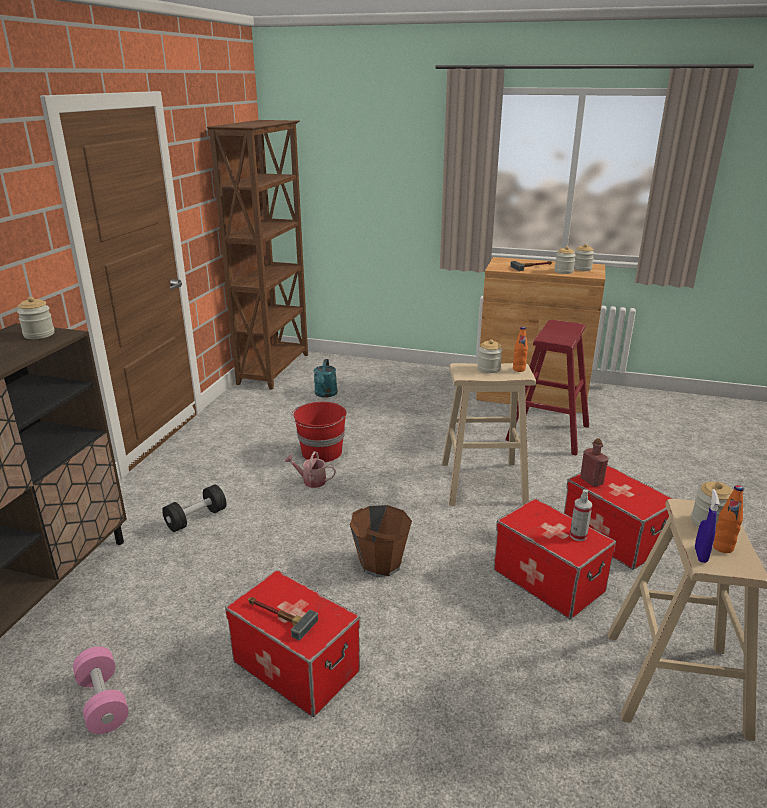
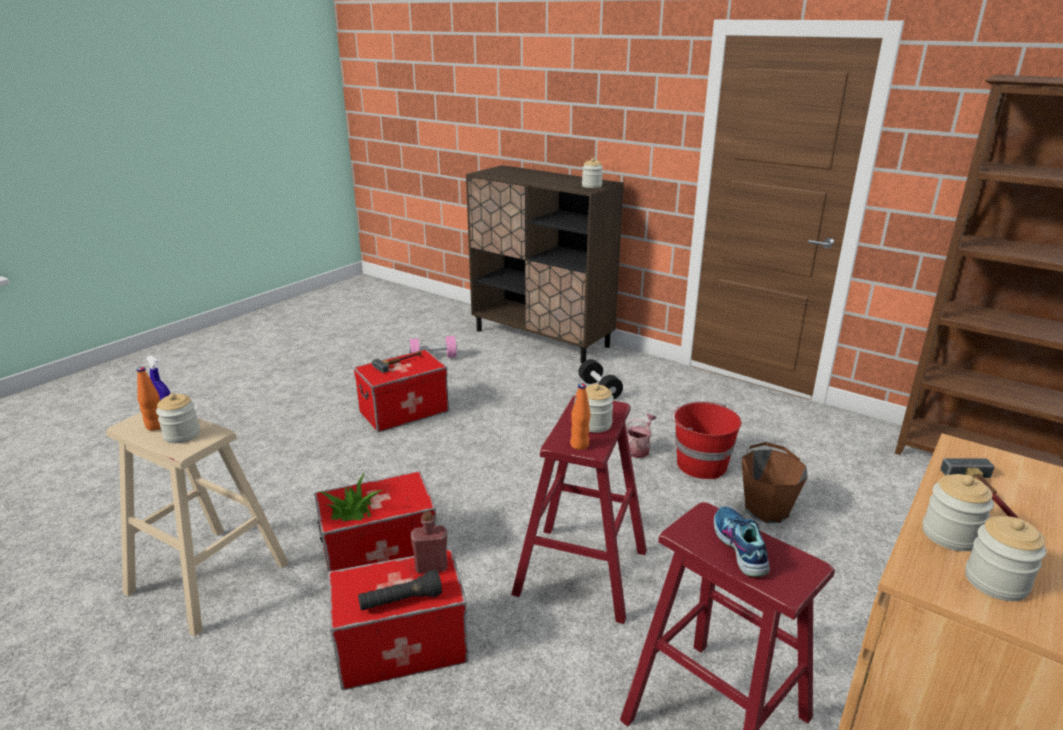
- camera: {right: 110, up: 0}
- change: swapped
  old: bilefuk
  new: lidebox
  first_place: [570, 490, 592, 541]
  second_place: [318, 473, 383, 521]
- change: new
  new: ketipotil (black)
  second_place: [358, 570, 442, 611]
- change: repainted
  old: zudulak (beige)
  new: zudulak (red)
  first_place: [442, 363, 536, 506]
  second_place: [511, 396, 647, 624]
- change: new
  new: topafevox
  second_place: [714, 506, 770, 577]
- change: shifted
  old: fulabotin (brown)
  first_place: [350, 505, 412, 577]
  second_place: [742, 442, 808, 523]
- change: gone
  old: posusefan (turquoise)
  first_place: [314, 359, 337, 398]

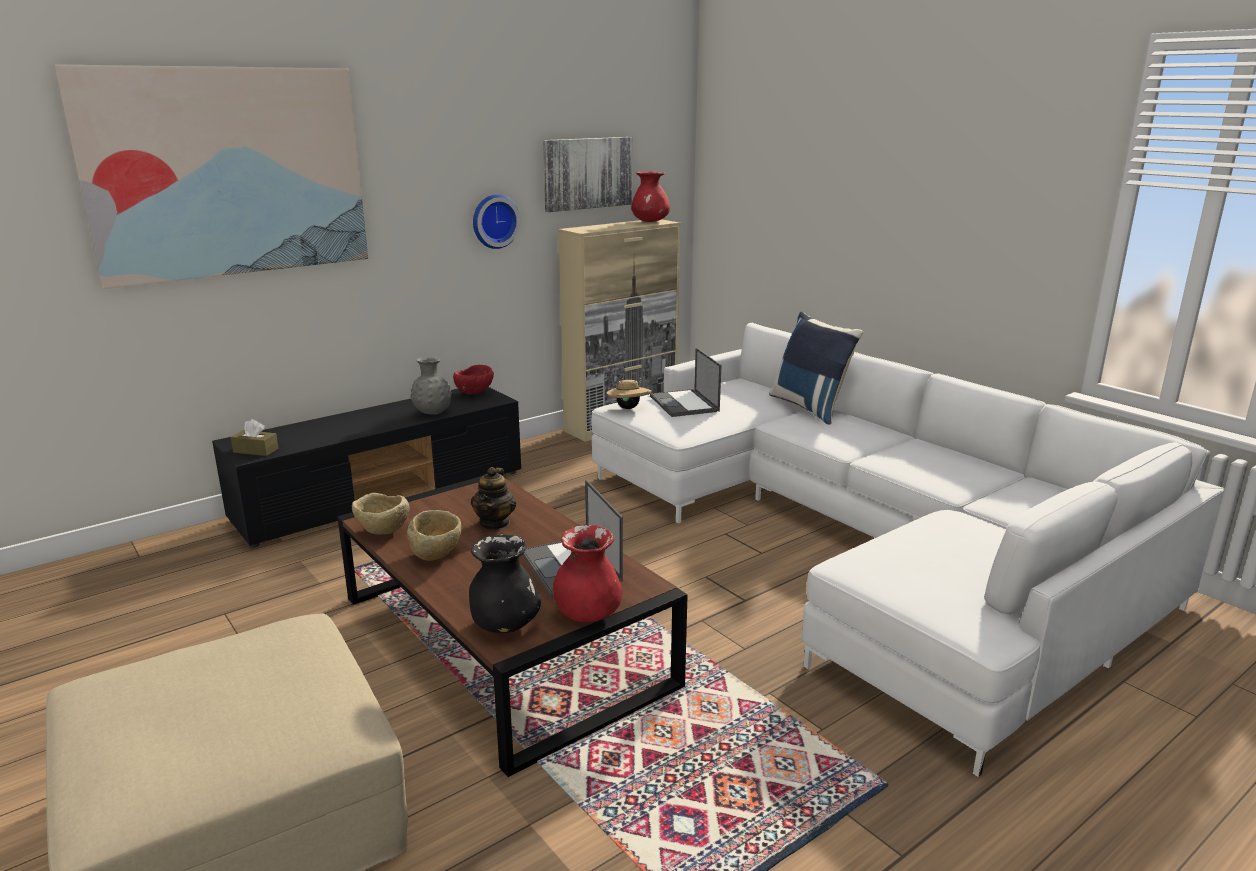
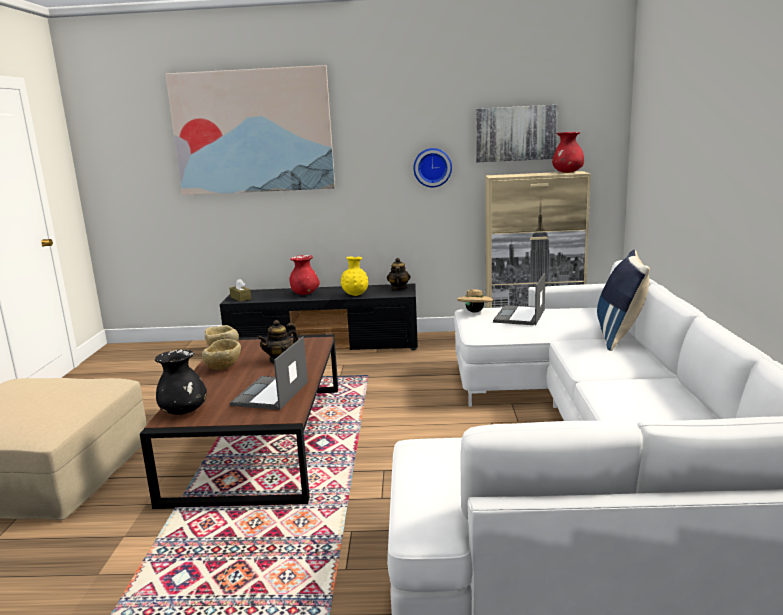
- camera: {right: 40, up: -5}
- change: shifted
  old: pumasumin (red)
  first_place: [552, 525, 622, 622]
  second_place: [290, 255, 320, 295]
- change: repainted
  old: pumasumin (grey)
  new: pumasumin (yellow)
  first_place: [410, 357, 452, 415]
  second_place: [341, 256, 368, 296]
- change: swapped
  old: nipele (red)
  new: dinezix
  first_place: [453, 365, 494, 395]
  second_place: [387, 258, 411, 290]

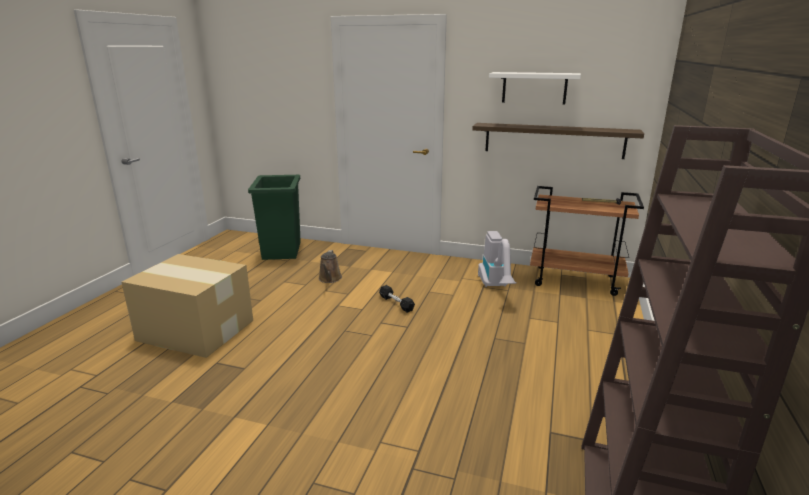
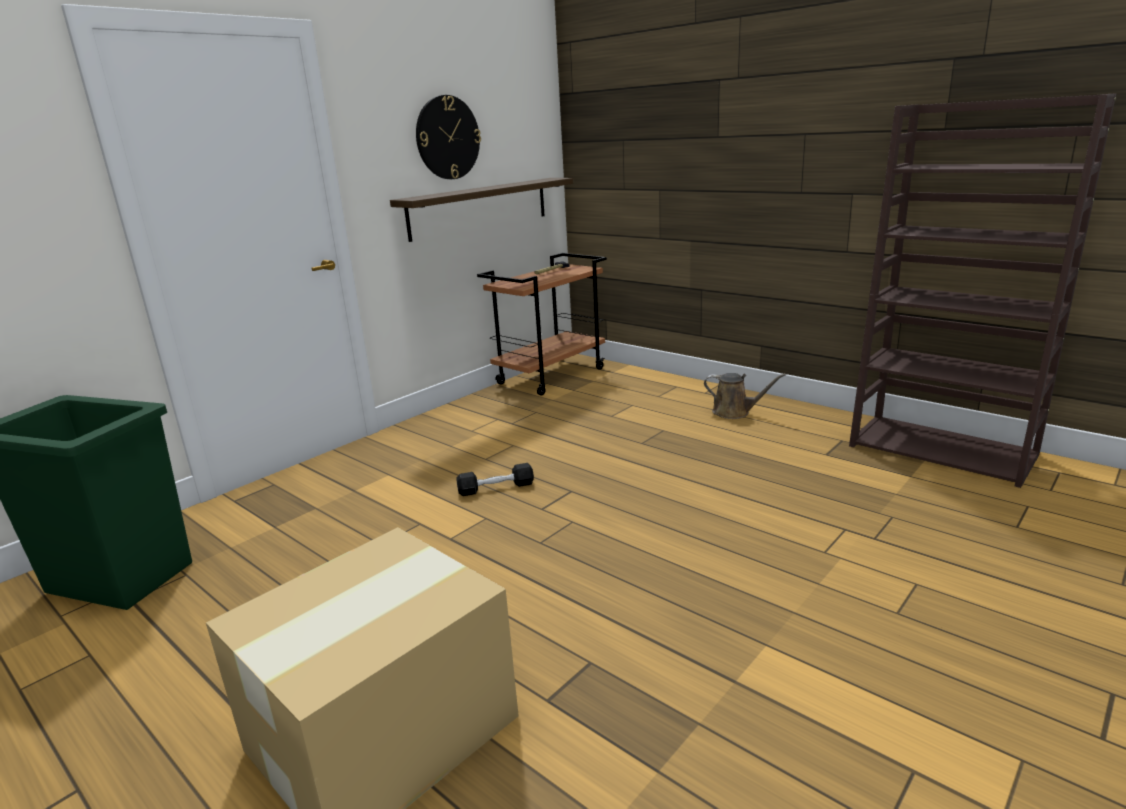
- camera: {right: -65, up: 0}
- change: swapped
  old: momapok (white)
  new: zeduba
  first_place: [489, 72, 581, 104]
  second_place: [416, 95, 481, 179]
- change: shifted
  old: posusefan (brown)
  first_place: [318, 250, 342, 283]
  second_place: [704, 373, 786, 419]
- change: gone
  old: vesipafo
  first_place: [478, 231, 517, 287]

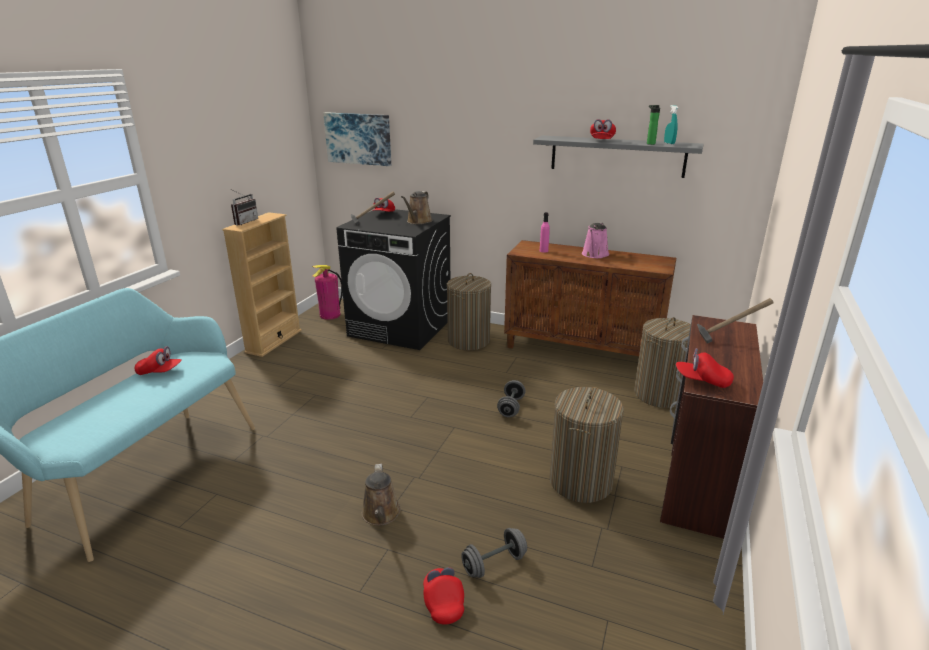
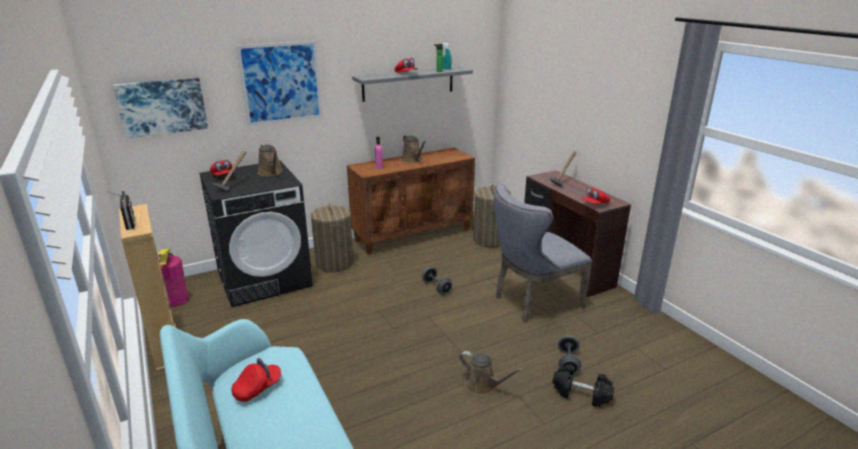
- camera: {right: -50, up: 0}
- change: new
  new: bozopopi
  second_place: [236, 41, 322, 126]
- change: repainted
  old: posusefan (pink)
  new: posusefan (brown)
  first_place: [582, 222, 609, 258]
  second_place: [402, 135, 426, 163]
- change: swapped
  old: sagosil
  new: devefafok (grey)
  first_place: [549, 387, 624, 503]
  second_place: [494, 182, 593, 322]
- change: swapped
  old: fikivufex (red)
  new: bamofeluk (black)
  first_place: [423, 567, 464, 625]
  second_place: [552, 365, 614, 407]

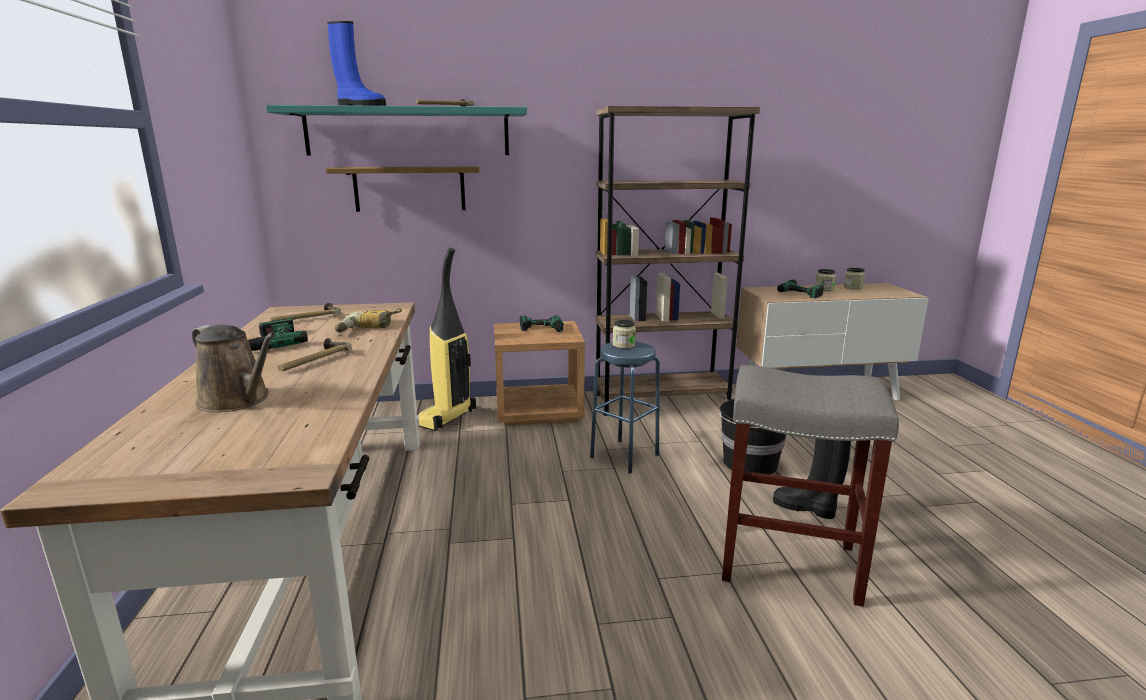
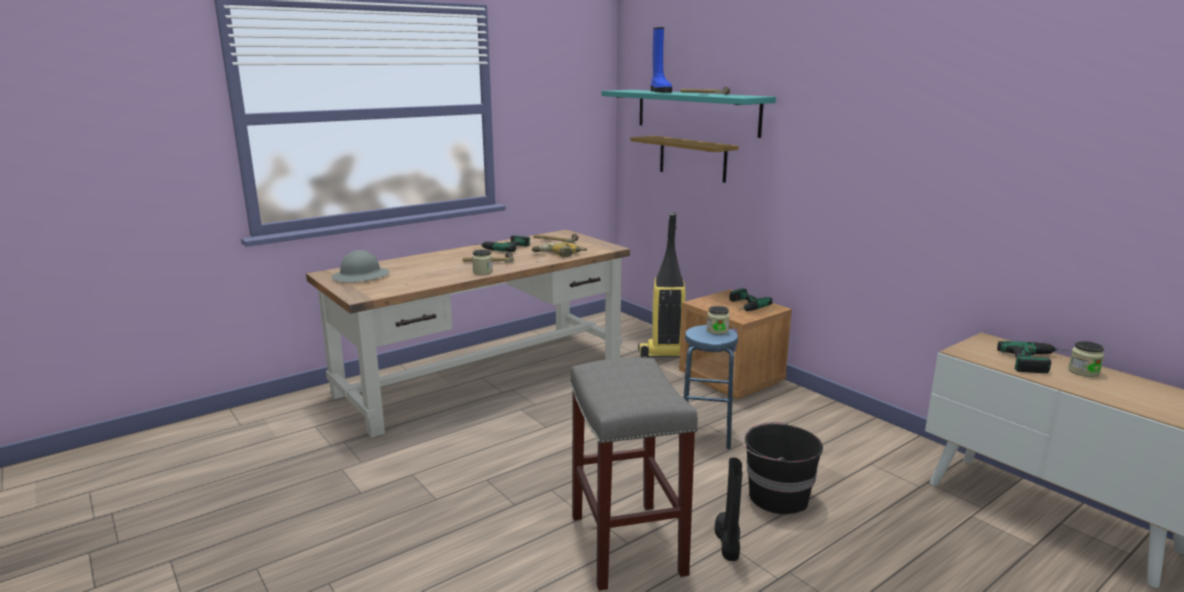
- camera: {right: 60, up: 0}
- change: new
  new: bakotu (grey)
  second_place: [332, 250, 389, 282]
- change: shifted
  old: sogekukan
  first_place: [844, 267, 865, 289]
  second_place: [472, 249, 493, 275]
- change: gone
  old: posusefan (brown)
  first_place: [192, 325, 276, 412]
- change: gone
  old: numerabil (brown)
  first_place: [595, 106, 760, 416]

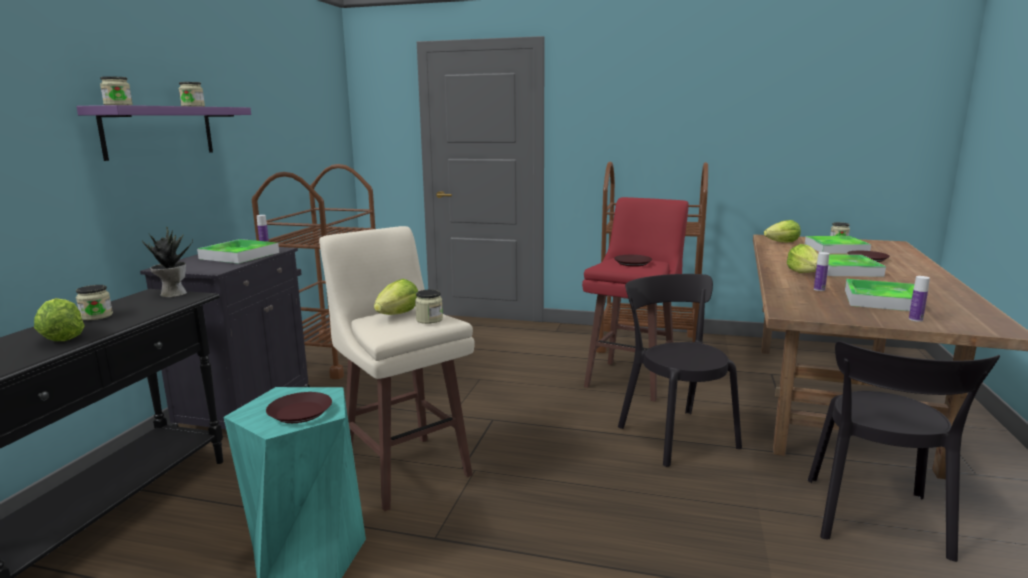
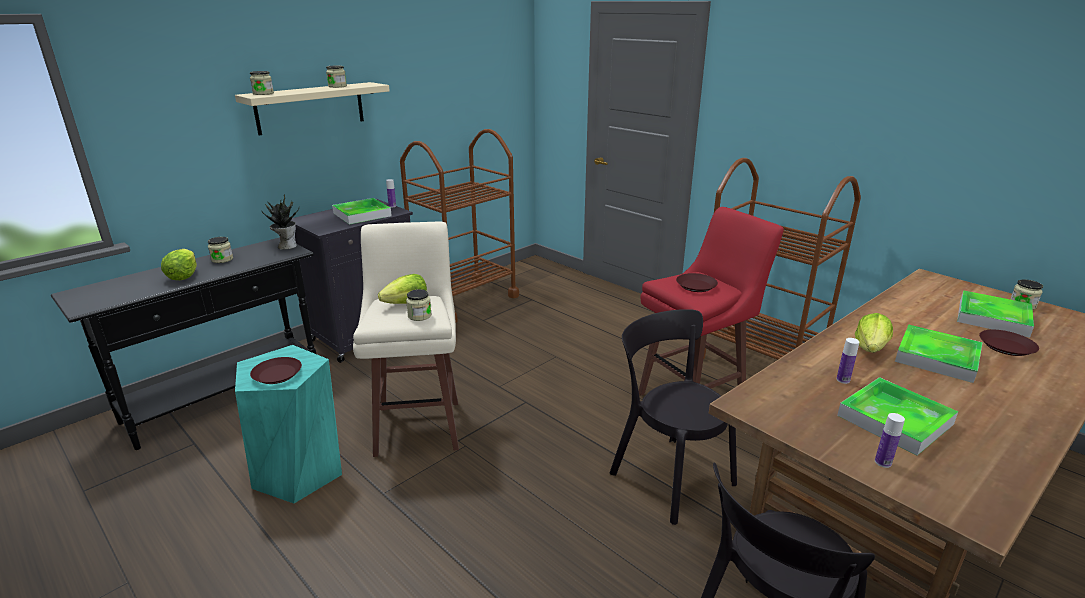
- camera: {right: 30, up: 10}
- change: repainted
  old: momapok (purple)
  new: momapok (beige)
  first_place: [76, 105, 251, 161]
  second_place: [235, 82, 390, 136]
- change: rotated
  old: devefafok (black)
  first_place: [618, 274, 742, 467]
  second_place: [610, 309, 737, 525]
  degrees: -45
- change: gone
  old: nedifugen
  first_place: [764, 220, 801, 243]

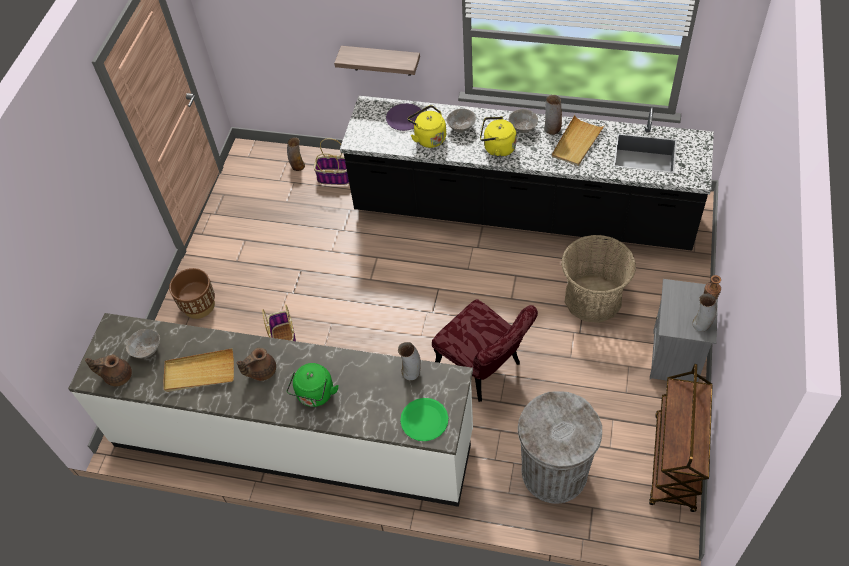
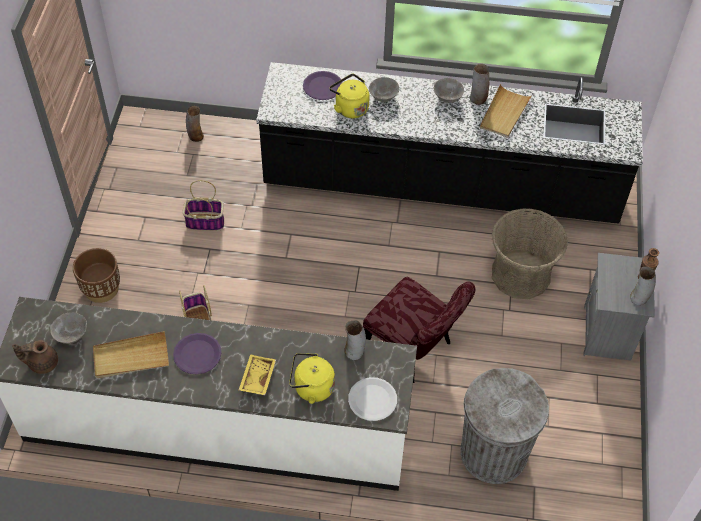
- camera: {right: -10, up: 0}
- change: swapped
  old: dinezix (brown)
  new: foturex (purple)
  first_place: [236, 348, 276, 381]
  second_place: [173, 333, 221, 375]
- change: shifted
  old: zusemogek
  first_place: [314, 138, 349, 185]
  second_place: [183, 180, 224, 231]
- change: swapped
  old: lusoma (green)
  new: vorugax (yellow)
  first_place: [287, 363, 339, 407]
  second_place: [239, 354, 276, 395]
- change: shifted
  old: lusoma (yellow)
  first_place: [480, 117, 517, 157]
  second_place: [289, 353, 335, 404]
- change: repainted
  old: foturex (green)
  new: foturex (white)
  first_place: [400, 398, 448, 441]
  second_place: [348, 377, 397, 421]
- change: gone
  old: momapok
  first_place: [334, 46, 420, 76]
- change: gone
  old: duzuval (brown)
  first_place: [649, 364, 713, 512]

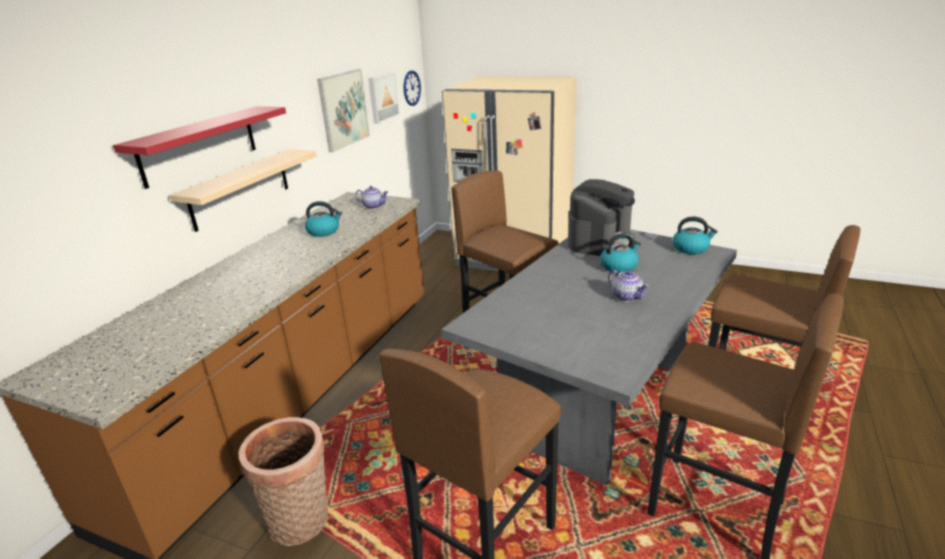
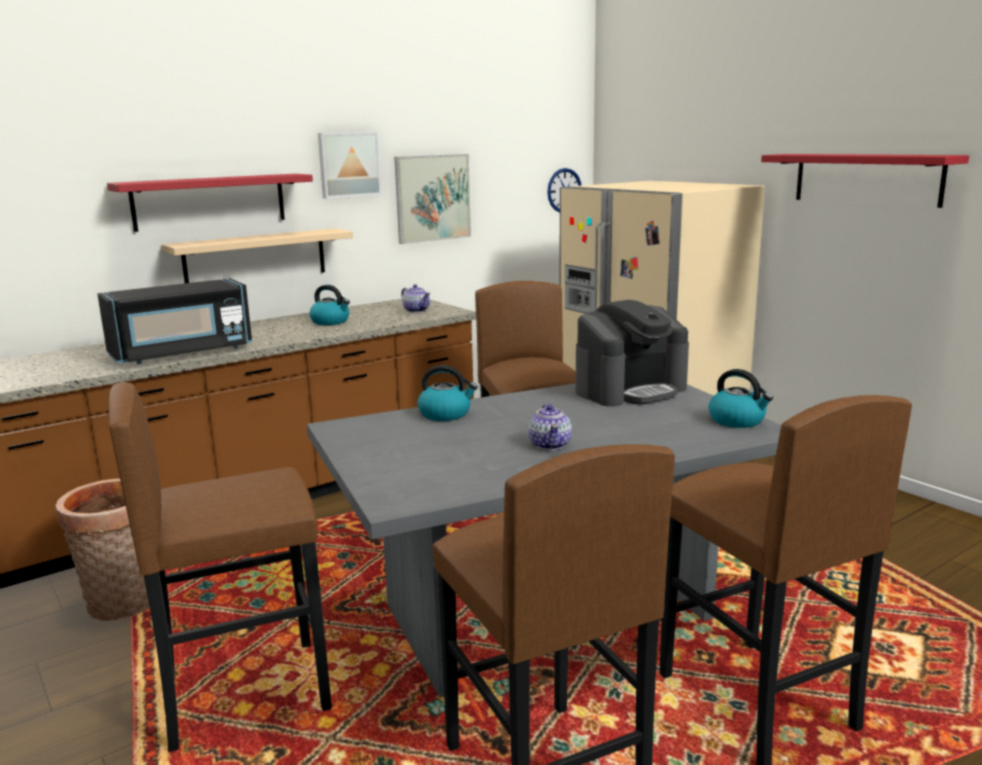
- camera: {right: 30, up: -10}
- change: new
  new: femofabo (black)
  second_place: [97, 278, 252, 364]
- change: shifted
  old: bozopopi
  first_place: [368, 72, 400, 124]
  second_place: [318, 132, 382, 199]
- change: shifted
  old: lusoma
  first_place: [600, 233, 641, 273]
  second_place: [417, 365, 478, 421]
- change: new
  new: momapok (red)
  second_place: [761, 154, 969, 208]

